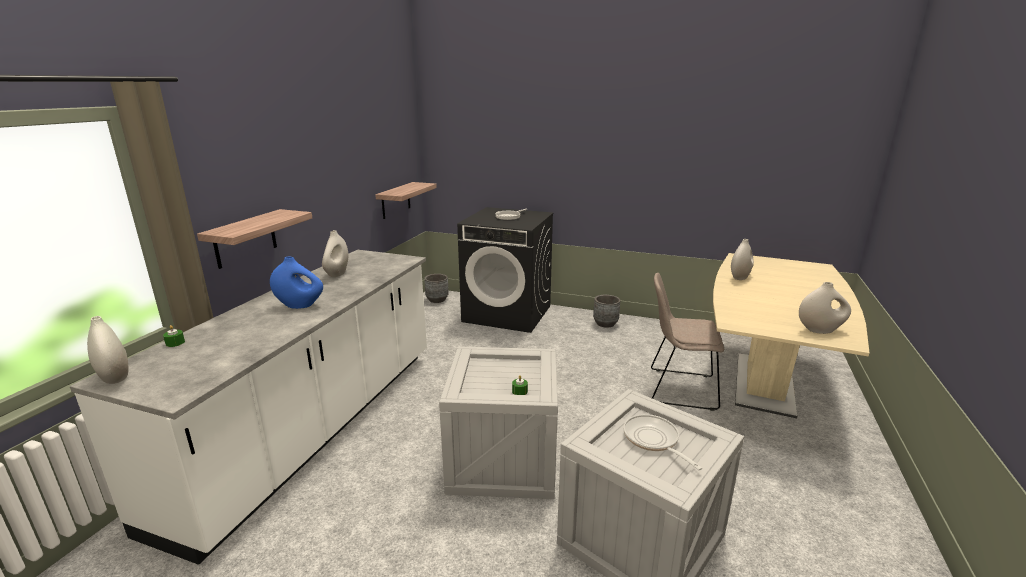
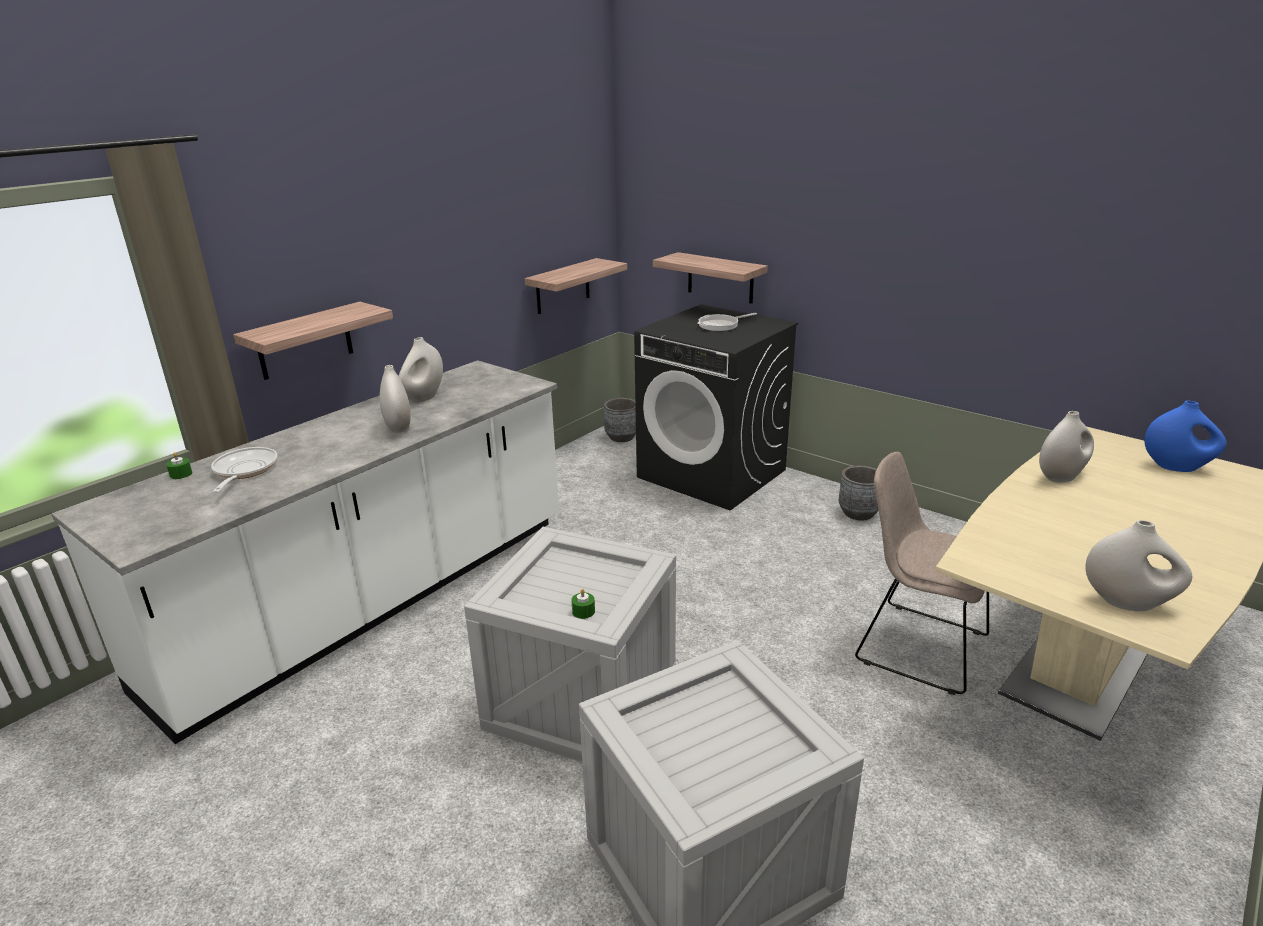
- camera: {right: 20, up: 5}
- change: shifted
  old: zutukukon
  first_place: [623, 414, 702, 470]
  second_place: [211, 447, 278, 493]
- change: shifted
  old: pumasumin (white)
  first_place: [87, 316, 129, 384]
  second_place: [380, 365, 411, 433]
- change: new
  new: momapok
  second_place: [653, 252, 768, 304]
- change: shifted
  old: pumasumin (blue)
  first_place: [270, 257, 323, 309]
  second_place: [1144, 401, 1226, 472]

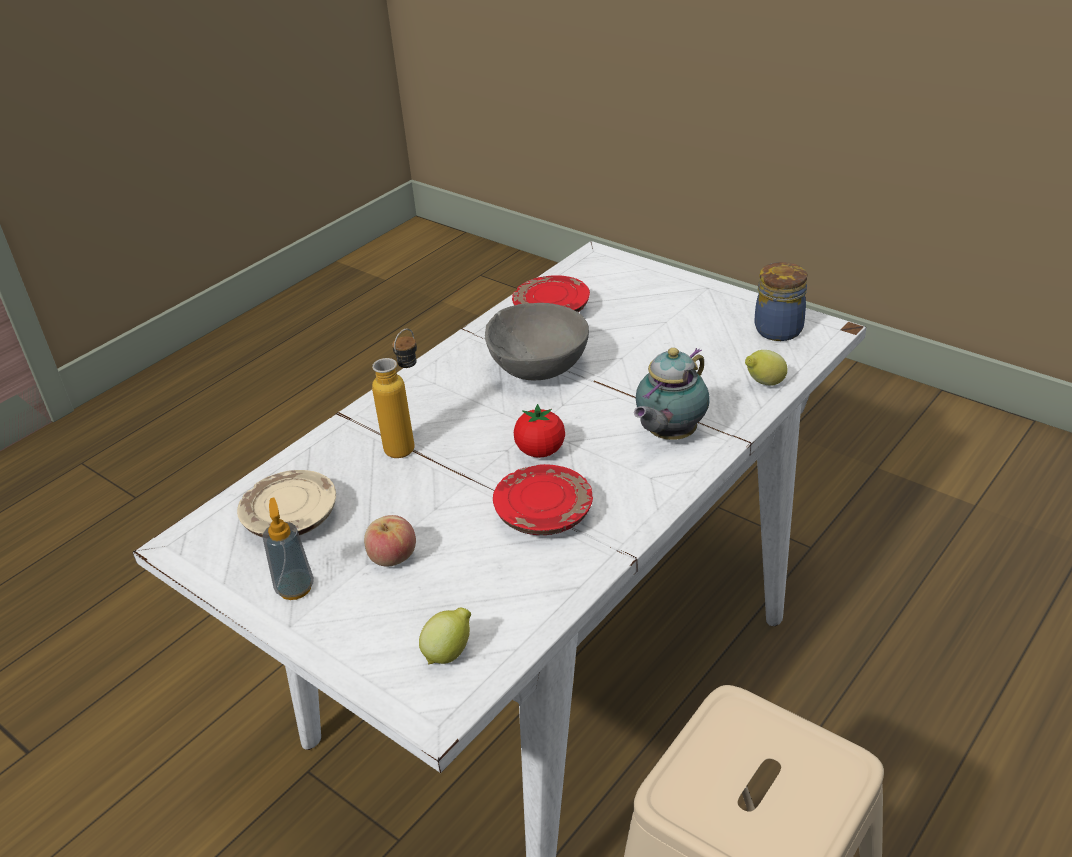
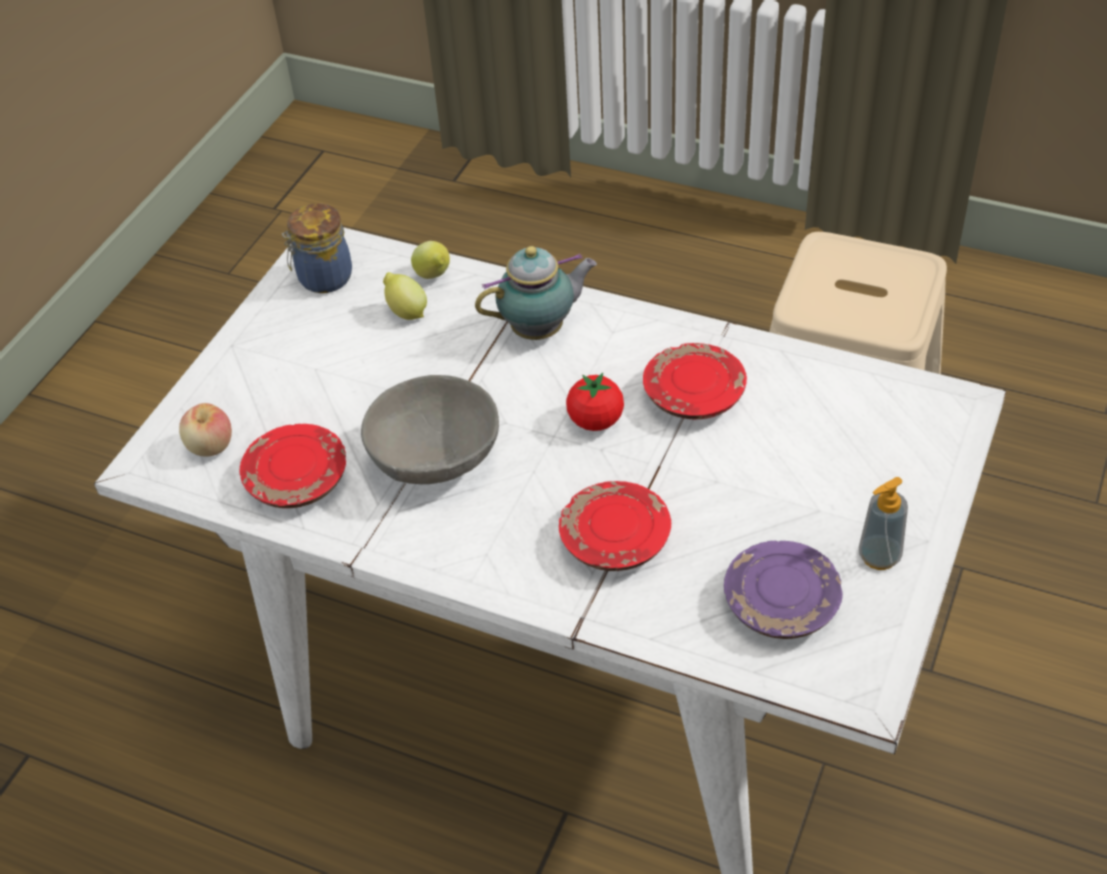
- camera: {right: -105, up: 10}
- change: shifted
  old: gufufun
  first_place: [364, 515, 416, 567]
  second_place: [179, 403, 232, 457]
- change: shifted
  old: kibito
  first_place: [419, 607, 471, 665]
  second_place: [383, 272, 427, 320]
- change: rotated
  old: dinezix
  first_place: [634, 348, 710, 440]
  second_place: [475, 246, 597, 340]
  degrees: -45
- change: swapped
  old: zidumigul
  new: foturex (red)
  first_place: [372, 329, 417, 458]
  second_place: [559, 481, 671, 571]
- change: repainted
  old: foturex (beige)
  new: foturex (purple)
  first_place: [237, 470, 336, 537]
  second_place: [724, 541, 843, 639]

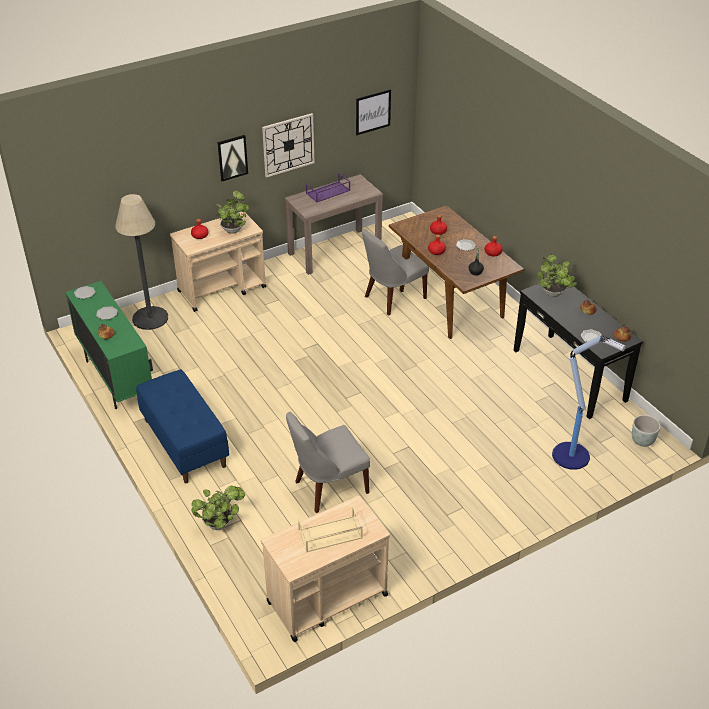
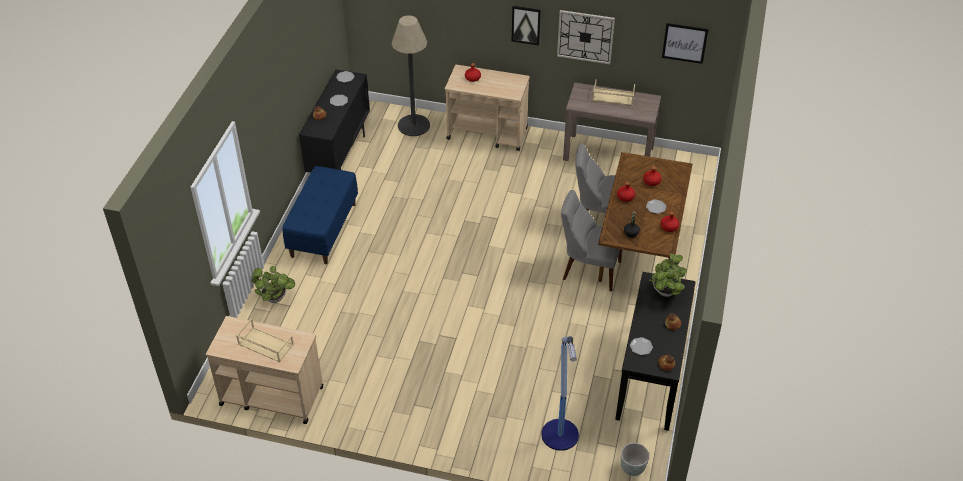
- camera: {right: 45, up: 5}
- change: repainted
  old: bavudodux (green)
  new: bavudodux (black)
  first_place: [65, 281, 153, 409]
  second_place: [299, 69, 370, 173]
- change: shifted
  old: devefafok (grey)
  first_place: [286, 412, 370, 513]
  second_place: [561, 190, 622, 291]
- change: repainted
  old: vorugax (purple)
  new: vorugax (beige)
  first_place: [306, 173, 350, 203]
  second_place: [592, 79, 635, 105]
- change: gone
  old: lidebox
  first_place: [216, 190, 249, 234]

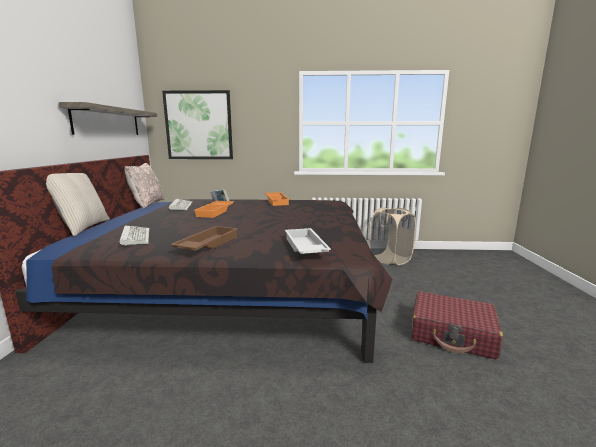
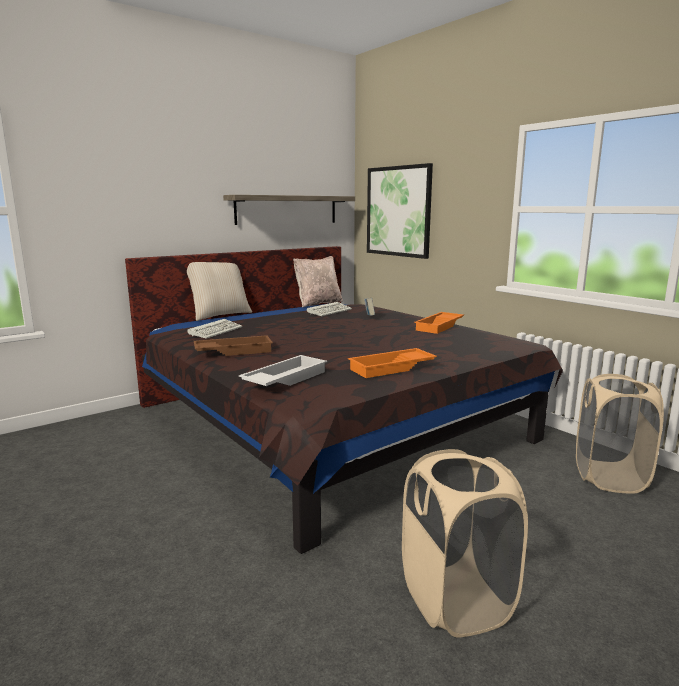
- camera: {right: 50, up: 0}
- change: shifted
  old: vorugax (orange)
  first_place: [194, 201, 234, 218]
  second_place: [348, 348, 437, 378]
- change: swapped
  old: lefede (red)
  new: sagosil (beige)
  first_place: [411, 291, 503, 360]
  second_place: [402, 449, 528, 638]

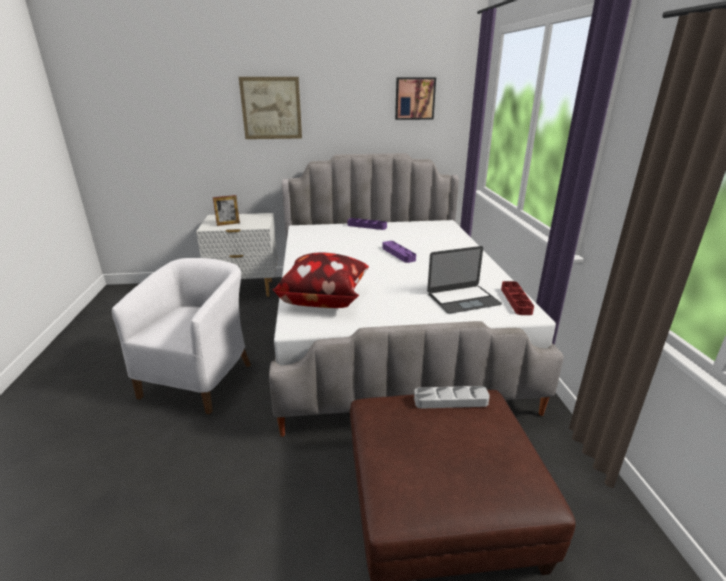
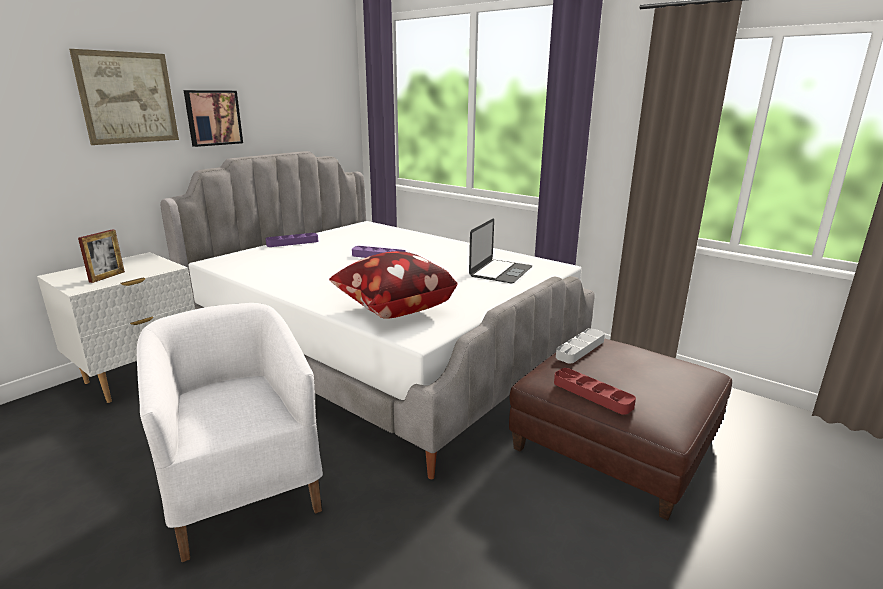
- camera: {right: -45, up: -5}
- change: shifted
  old: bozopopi
  first_place: [395, 77, 436, 120]
  second_place: [184, 90, 243, 147]
- change: shifted
  old: vorugax (red)
  first_place: [501, 281, 534, 315]
  second_place: [554, 368, 636, 415]

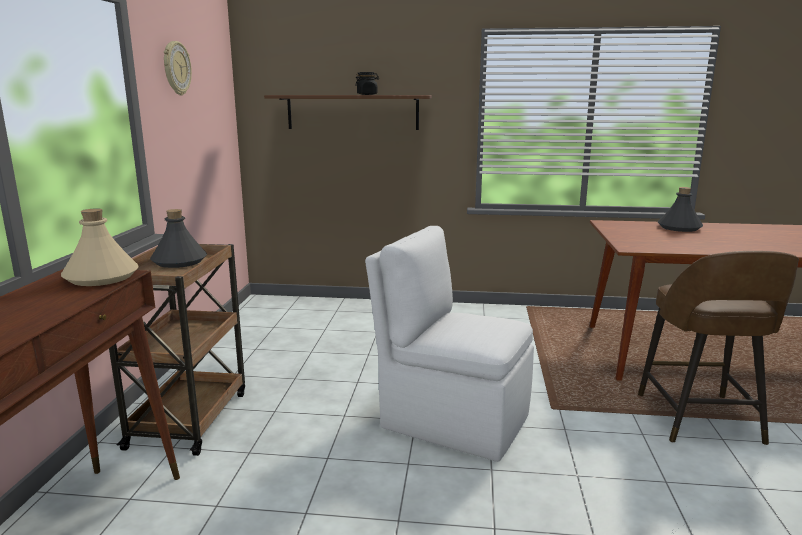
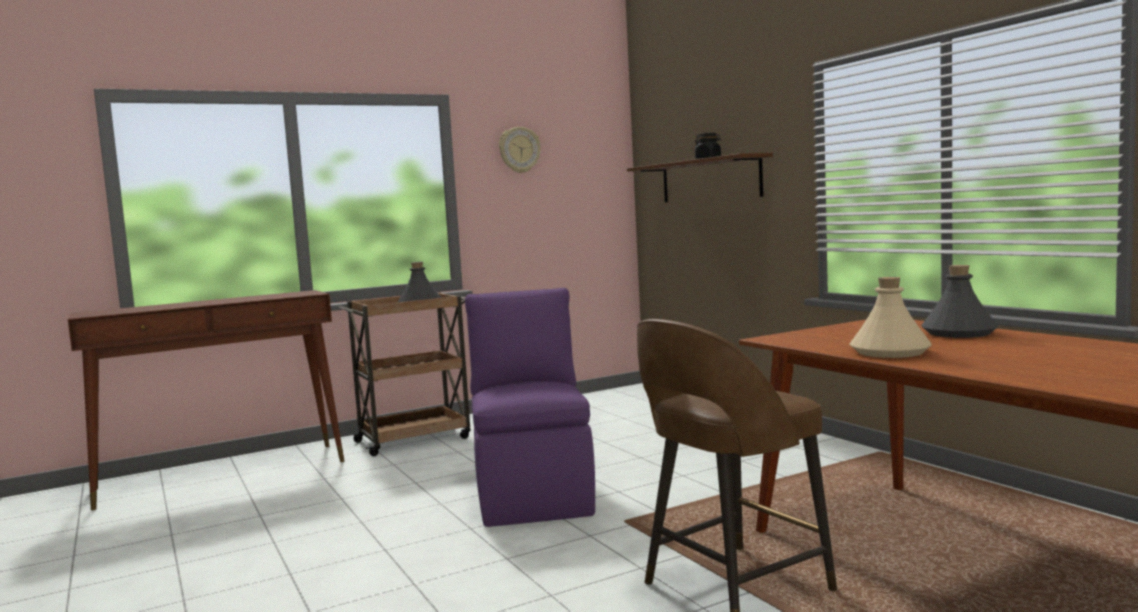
- camera: {right: 55, up: -10}
- change: repainted
  old: devefafok (white)
  new: devefafok (purple)
  first_place: [365, 226, 534, 462]
  second_place: [465, 288, 595, 527]
- change: shifted
  old: zidumigul (beige)
  first_place: [61, 209, 139, 286]
  second_place: [850, 277, 932, 358]

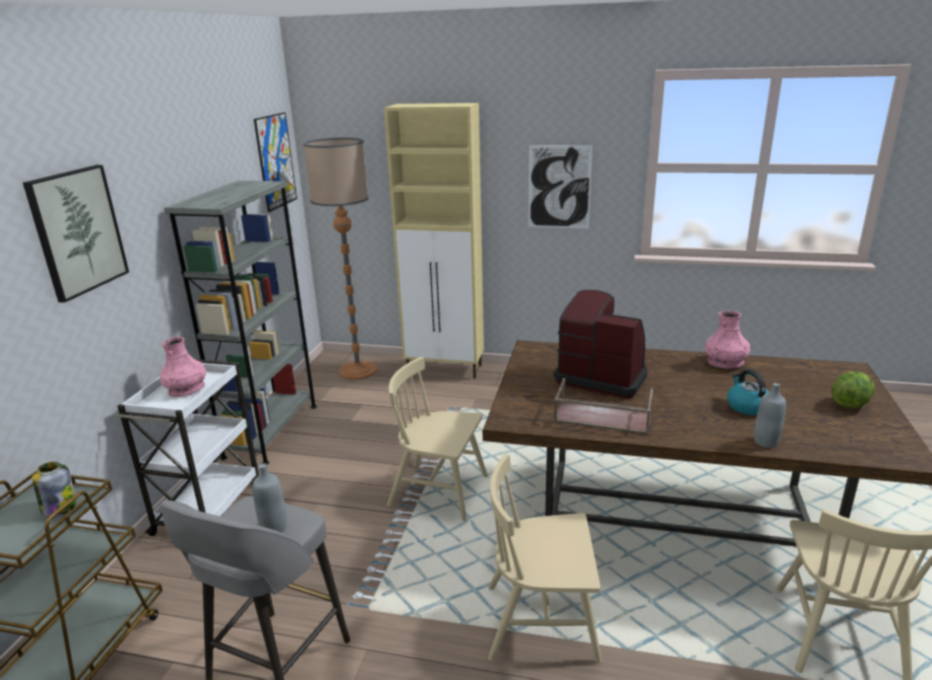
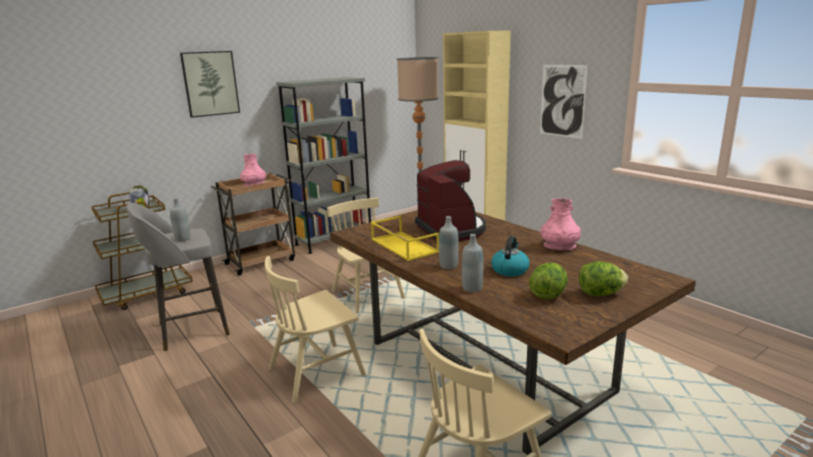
- camera: {right: 40, up: -5}
- change: repainted
  old: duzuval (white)
  new: duzuval (brown)
  first_place: [115, 359, 259, 536]
  second_place: [211, 173, 295, 276]
- change: rotated
  old: devefafok (beige)
  first_place: [488, 454, 602, 663]
  second_place: [265, 256, 366, 403]
  degrees: -75
- change: repainted
  old: vorugax (brown)
  new: vorugax (yellow)
  first_place: [554, 378, 653, 435]
  second_place: [371, 215, 439, 261]
- change: new
  new: zidumigul (grey)
  second_place: [439, 216, 459, 269]
- change: new
  new: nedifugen
  second_place: [529, 263, 568, 299]
- change: gone
  old: bozopopi
  first_place: [254, 112, 297, 212]

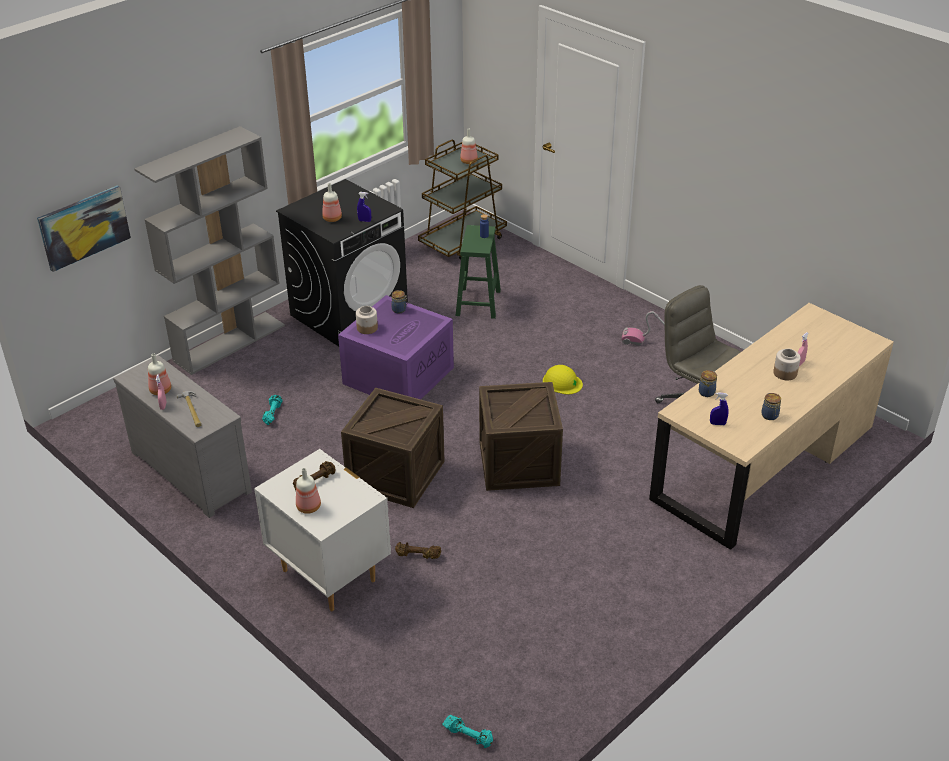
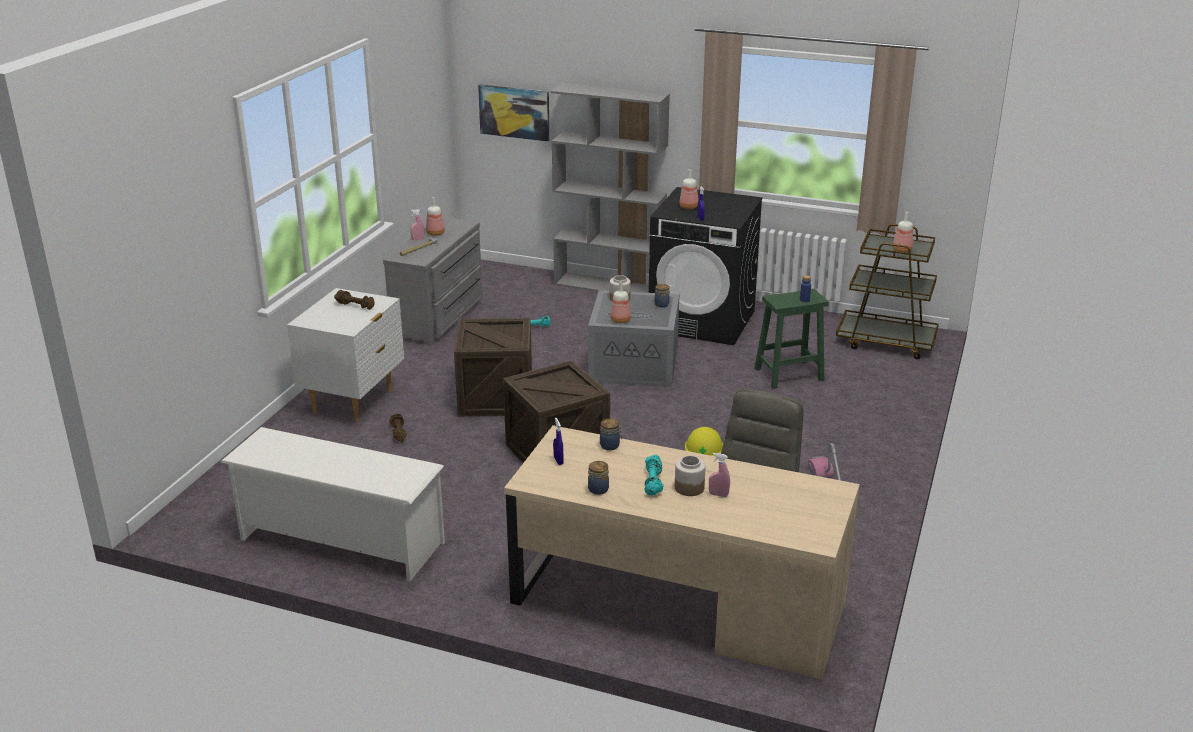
- camera: {right: 65, up: -10}
- change: new
  new: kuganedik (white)
  second_place: [220, 427, 445, 581]
- change: repainted
  old: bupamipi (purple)
  new: bupamipi (grey)
  first_place: [338, 295, 454, 399]
  second_place: [588, 290, 679, 387]
- change: shifted
  old: zidumigul
  first_place: [296, 468, 321, 514]
  second_place: [610, 282, 631, 323]
- change: shifted
  old: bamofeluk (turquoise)
  first_place: [442, 715, 493, 748]
  second_place: [645, 455, 664, 495]

